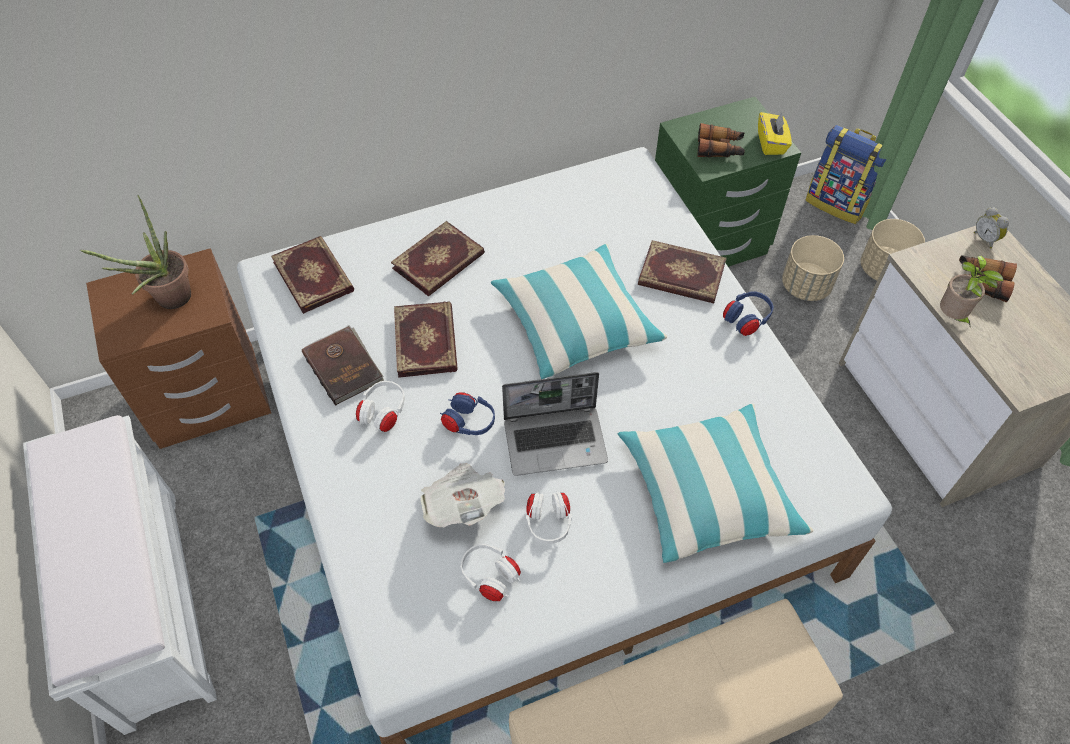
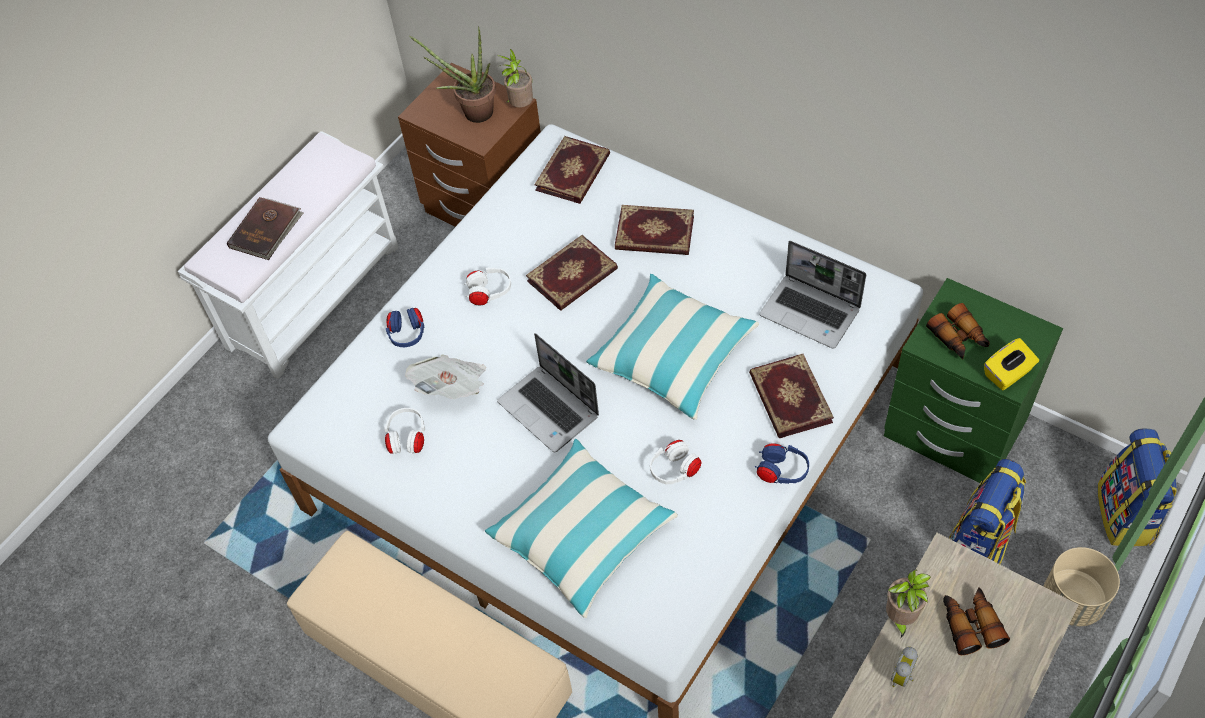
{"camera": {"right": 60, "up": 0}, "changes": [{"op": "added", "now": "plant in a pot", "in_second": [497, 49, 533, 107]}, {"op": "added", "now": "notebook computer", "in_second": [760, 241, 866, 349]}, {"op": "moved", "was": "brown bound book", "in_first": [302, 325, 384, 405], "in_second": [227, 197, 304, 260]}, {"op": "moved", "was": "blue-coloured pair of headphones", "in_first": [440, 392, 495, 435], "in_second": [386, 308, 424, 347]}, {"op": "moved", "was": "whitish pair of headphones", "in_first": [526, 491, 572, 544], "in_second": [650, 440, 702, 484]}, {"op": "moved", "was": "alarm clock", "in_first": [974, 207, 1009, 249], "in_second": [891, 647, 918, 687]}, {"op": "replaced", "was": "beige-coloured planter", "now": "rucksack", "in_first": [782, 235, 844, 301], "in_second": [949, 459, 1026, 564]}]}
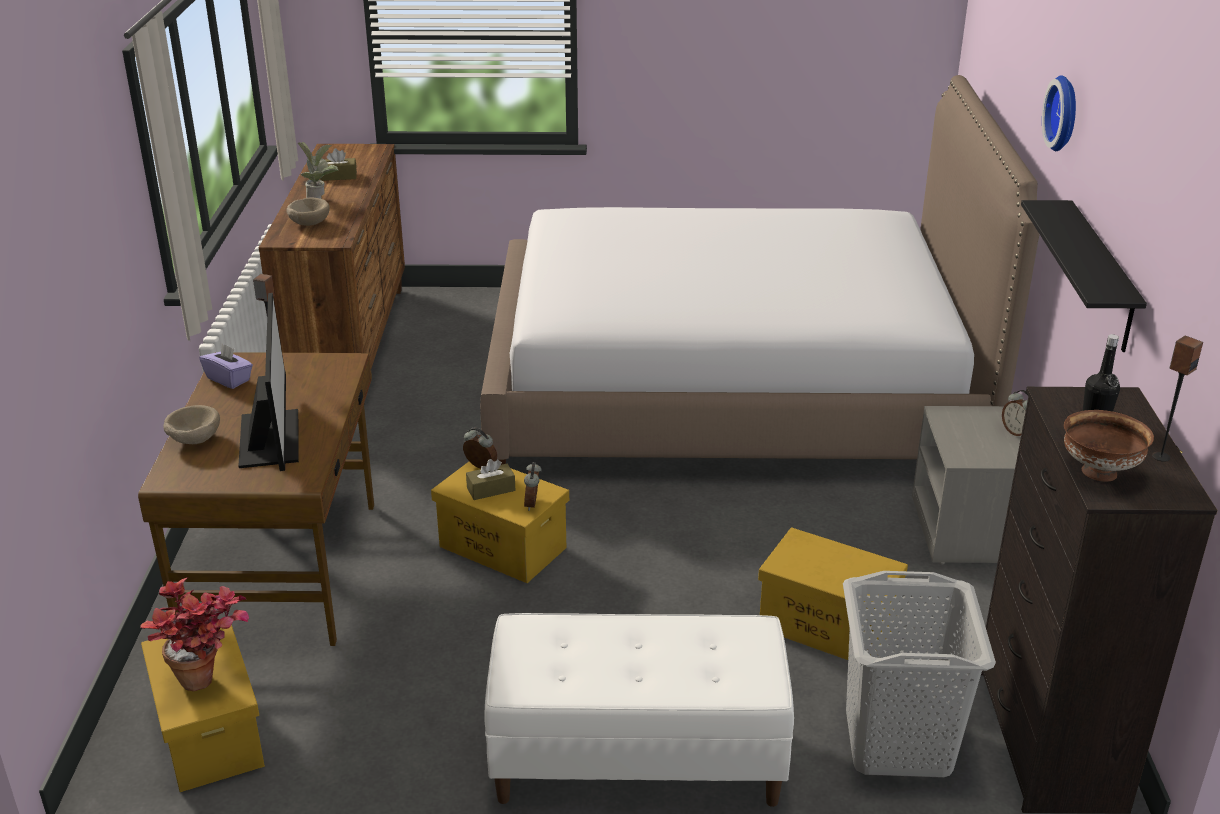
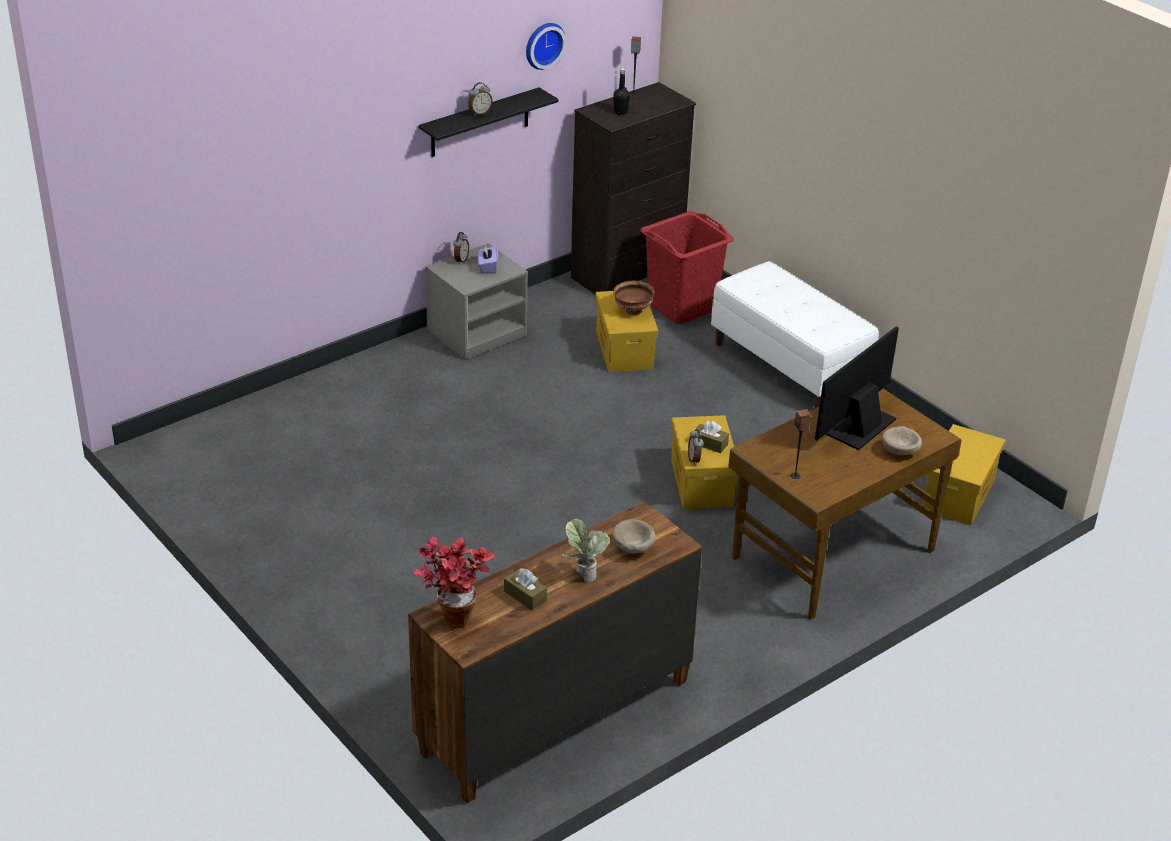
{"camera": {"right": -130, "up": 5}, "changes": [{"op": "removed", "was": "bed", "in_first": [480, 75, 1040, 465]}, {"op": "moved", "was": "plant in a pot", "in_first": [140, 577, 249, 691], "in_second": [414, 536, 495, 629]}, {"op": "moved", "was": "purple-coloured tissue holder", "in_first": [200, 343, 253, 389], "in_second": [478, 244, 498, 274]}, {"op": "moved", "was": "alarm clock", "in_first": [524, 462, 542, 511], "in_second": [468, 82, 493, 116]}, {"op": "moved", "was": "wall clock", "in_first": [1042, 75, 1076, 151], "in_second": [526, 23, 566, 70]}, {"op": "moved", "was": "brown bowl", "in_first": [1064, 410, 1154, 481], "in_second": [613, 281, 655, 315]}, {"op": "recoloured", "was": "grey laundry basket", "now": "red-coloured laundry basket", "in_first": [843, 571, 996, 778], "in_second": [640, 211, 734, 324]}]}
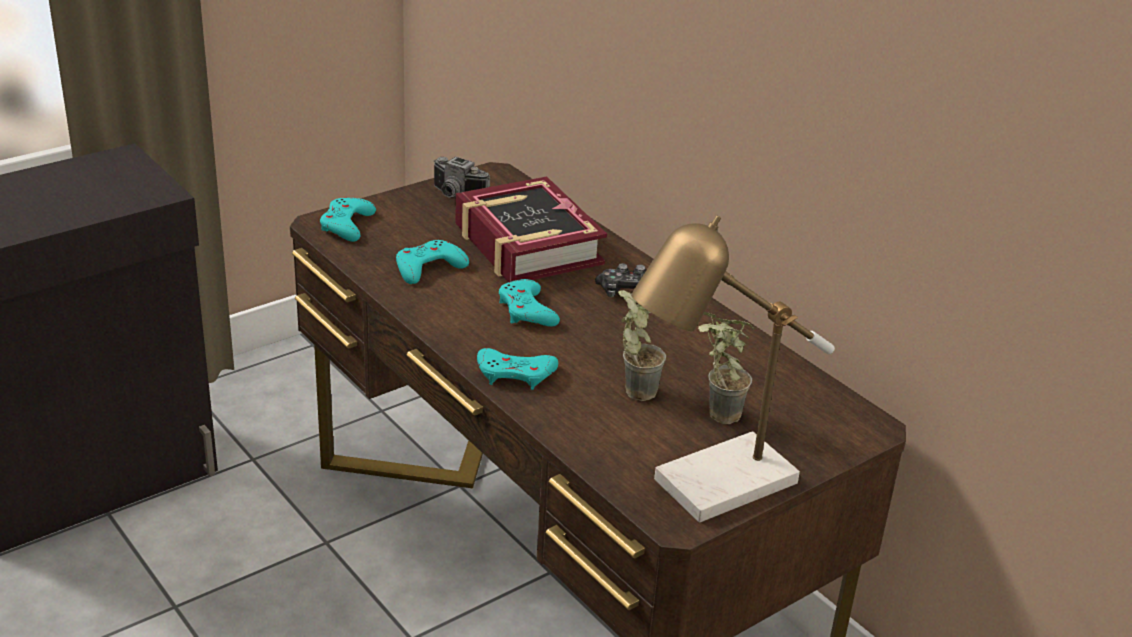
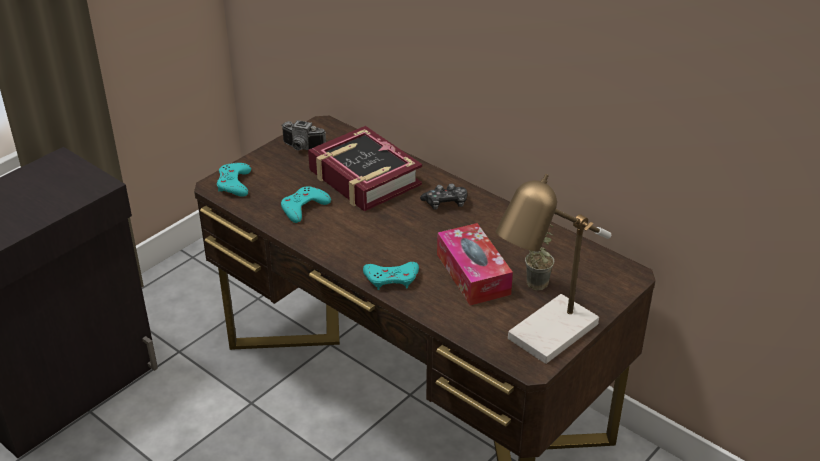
{"camera": {"right": -10, "up": 5}, "changes": [{"op": "removed", "was": "blue-green joypad", "in_first": [499, 279, 560, 327]}, {"op": "replaced", "was": "plant in a pot", "now": "tissue holder", "in_first": [618, 290, 666, 401], "in_second": [437, 223, 513, 305]}]}
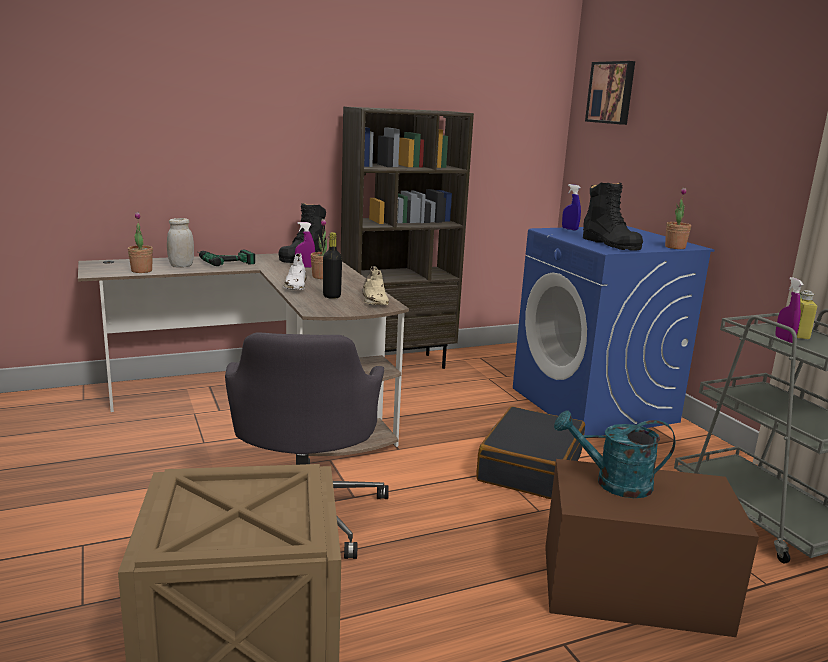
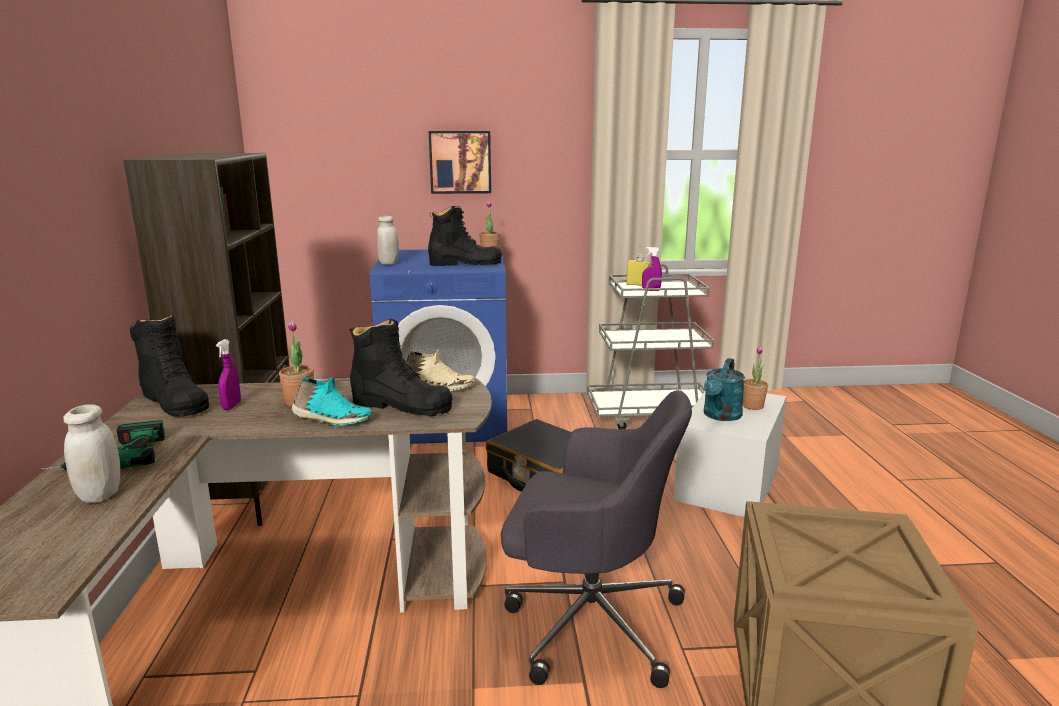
{"camera": {"right": -70, "up": 0}, "changes": [{"op": "moved", "was": "plant in a pot", "in_first": [128, 212, 153, 273], "in_second": [743, 347, 768, 410]}, {"op": "moved", "was": "wall art", "in_first": [585, 61, 635, 125], "in_second": [429, 131, 491, 194]}, {"op": "replaced", "was": "blackish bottle", "now": "blackish tall boot", "in_first": [323, 232, 342, 299], "in_second": [350, 319, 452, 416]}, {"op": "replaced", "was": "blue-coloured sprayer", "now": "whitish jar", "in_first": [562, 184, 581, 231], "in_second": [377, 216, 399, 265]}, {"op": "recoloured", "was": "whitish item of footwear", "now": "blue-green item of footwear", "in_first": [283, 253, 306, 290], "in_second": [290, 377, 372, 425]}, {"op": "recoloured", "was": "brown storage bin", "now": "whitish storage bin", "in_first": [545, 459, 759, 637], "in_second": [673, 391, 787, 517]}]}
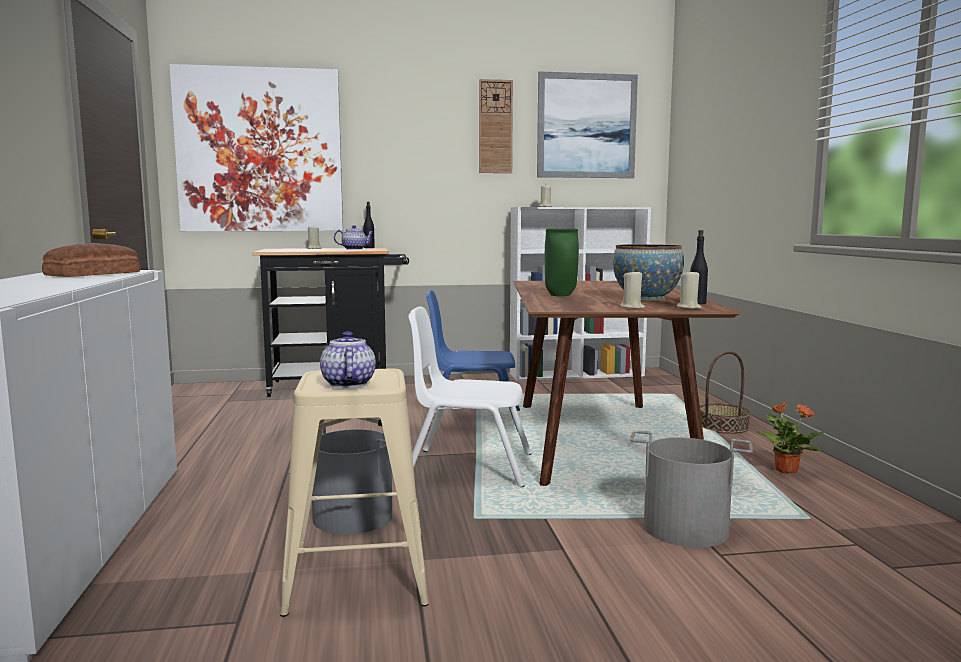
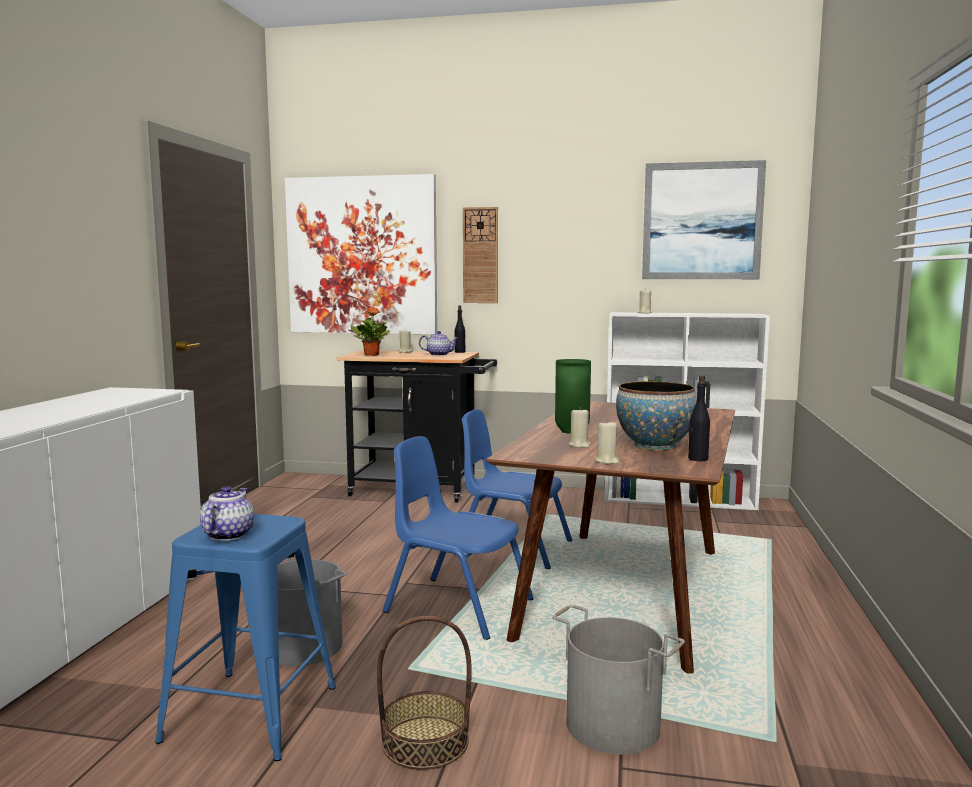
{"camera": {"right": 20, "up": 0}, "changes": [{"op": "removed", "was": "bakery bread", "in_first": [42, 243, 141, 277]}, {"op": "moved", "was": "wall clock", "in_first": [479, 79, 513, 173], "in_second": [463, 207, 498, 303]}, {"op": "moved", "was": "beige-coloured wax light", "in_first": [677, 270, 702, 309], "in_second": [569, 407, 591, 448]}, {"op": "moved", "was": "storage basket", "in_first": [700, 351, 750, 434], "in_second": [377, 616, 472, 770]}, {"op": "moved", "was": "plant in a pot", "in_first": [756, 402, 824, 474], "in_second": [351, 307, 390, 356]}, {"op": "recoloured", "was": "beige-coloured stool seat", "now": "blue-coloured stool seat", "in_first": [280, 369, 429, 617], "in_second": [155, 514, 336, 761]}, {"op": "recoloured", "was": "whitish plain chair", "now": "blue-coloured plain chair", "in_first": [408, 306, 532, 487], "in_second": [383, 436, 534, 640]}]}
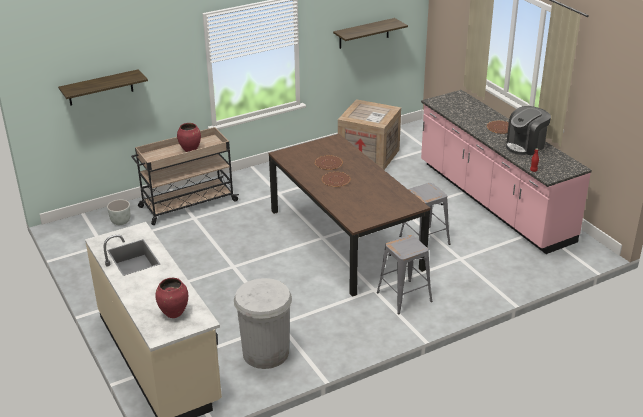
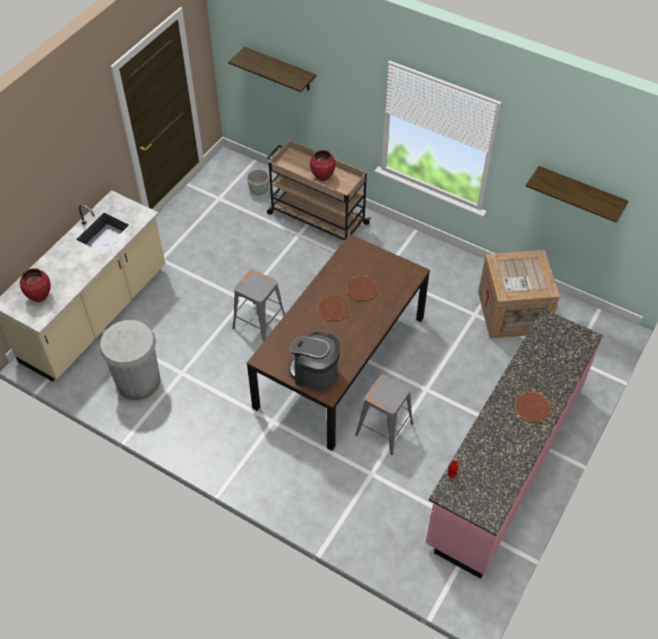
{"camera": {"right": 60, "up": 20}, "changes": [{"op": "moved", "was": "grey stool seat", "in_first": [377, 235, 433, 314], "in_second": [232, 269, 285, 342]}, {"op": "moved", "was": "coffee maker", "in_first": [506, 106, 551, 155], "in_second": [289, 332, 340, 390]}]}
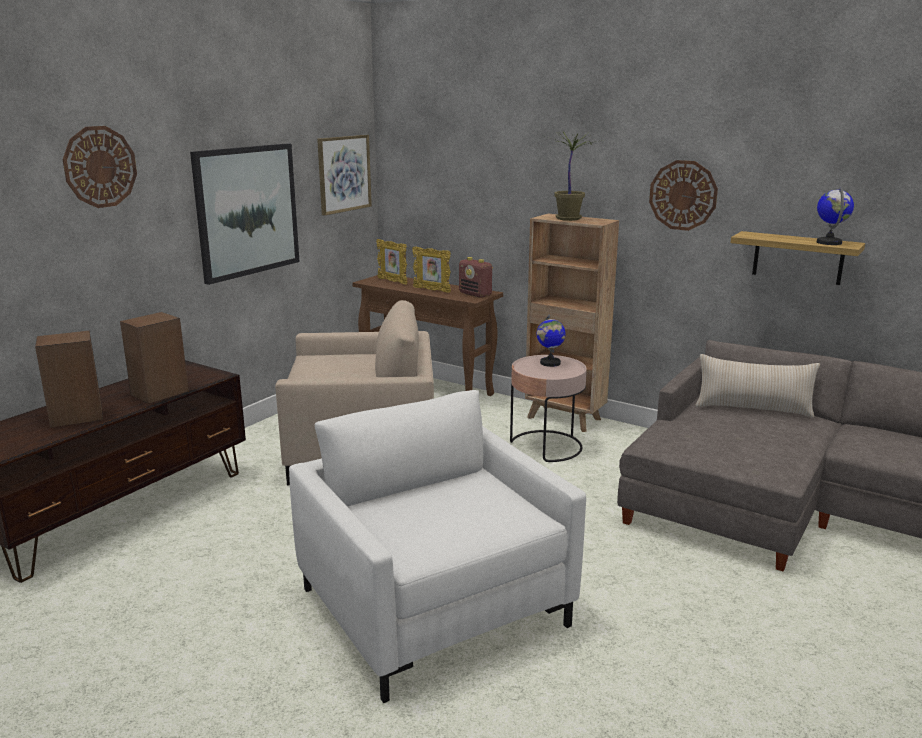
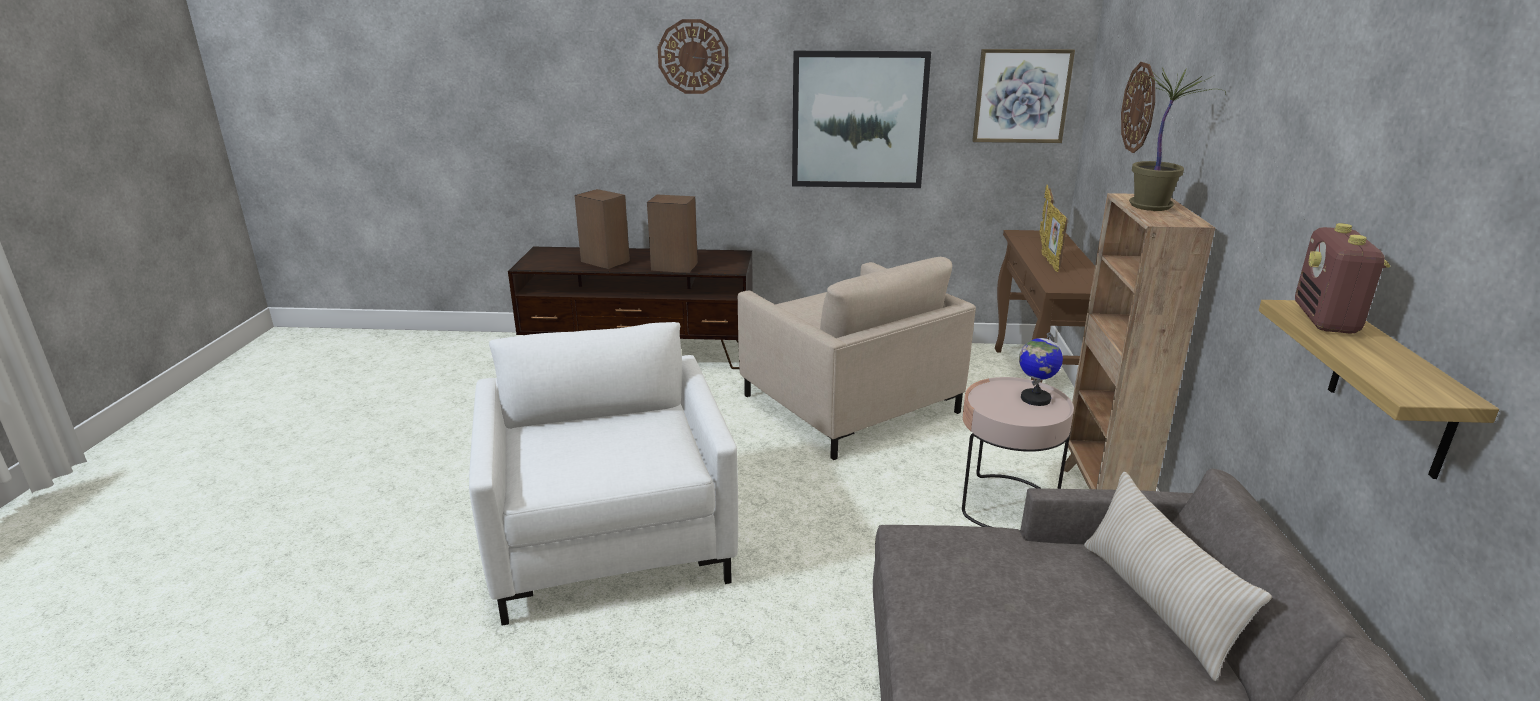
{"camera": {"right": 60, "up": 5}, "changes": [{"op": "removed", "was": "globe", "in_first": [817, 186, 854, 245]}, {"op": "moved", "was": "radio", "in_first": [459, 257, 493, 298], "in_second": [1295, 223, 1390, 334]}, {"op": "moved", "was": "wall clock", "in_first": [649, 160, 718, 231], "in_second": [1121, 62, 1155, 153]}, {"op": "turned", "was": "whitish armchair", "in_first": [289, 390, 586, 703], "in_second": [469, 322, 738, 626], "clockwise": -45}]}
